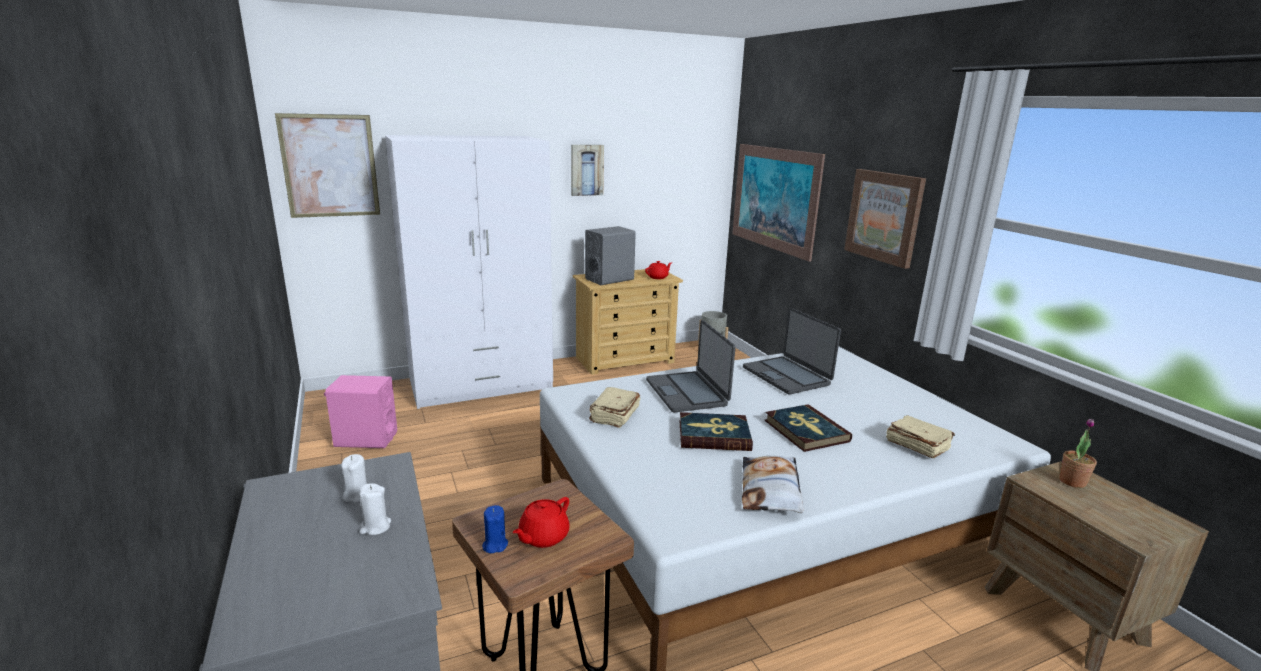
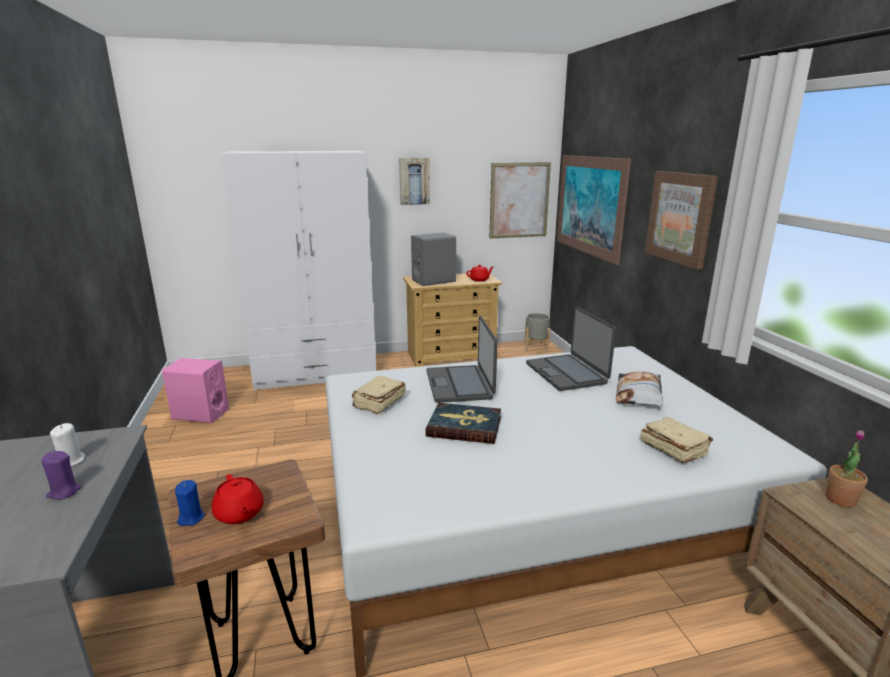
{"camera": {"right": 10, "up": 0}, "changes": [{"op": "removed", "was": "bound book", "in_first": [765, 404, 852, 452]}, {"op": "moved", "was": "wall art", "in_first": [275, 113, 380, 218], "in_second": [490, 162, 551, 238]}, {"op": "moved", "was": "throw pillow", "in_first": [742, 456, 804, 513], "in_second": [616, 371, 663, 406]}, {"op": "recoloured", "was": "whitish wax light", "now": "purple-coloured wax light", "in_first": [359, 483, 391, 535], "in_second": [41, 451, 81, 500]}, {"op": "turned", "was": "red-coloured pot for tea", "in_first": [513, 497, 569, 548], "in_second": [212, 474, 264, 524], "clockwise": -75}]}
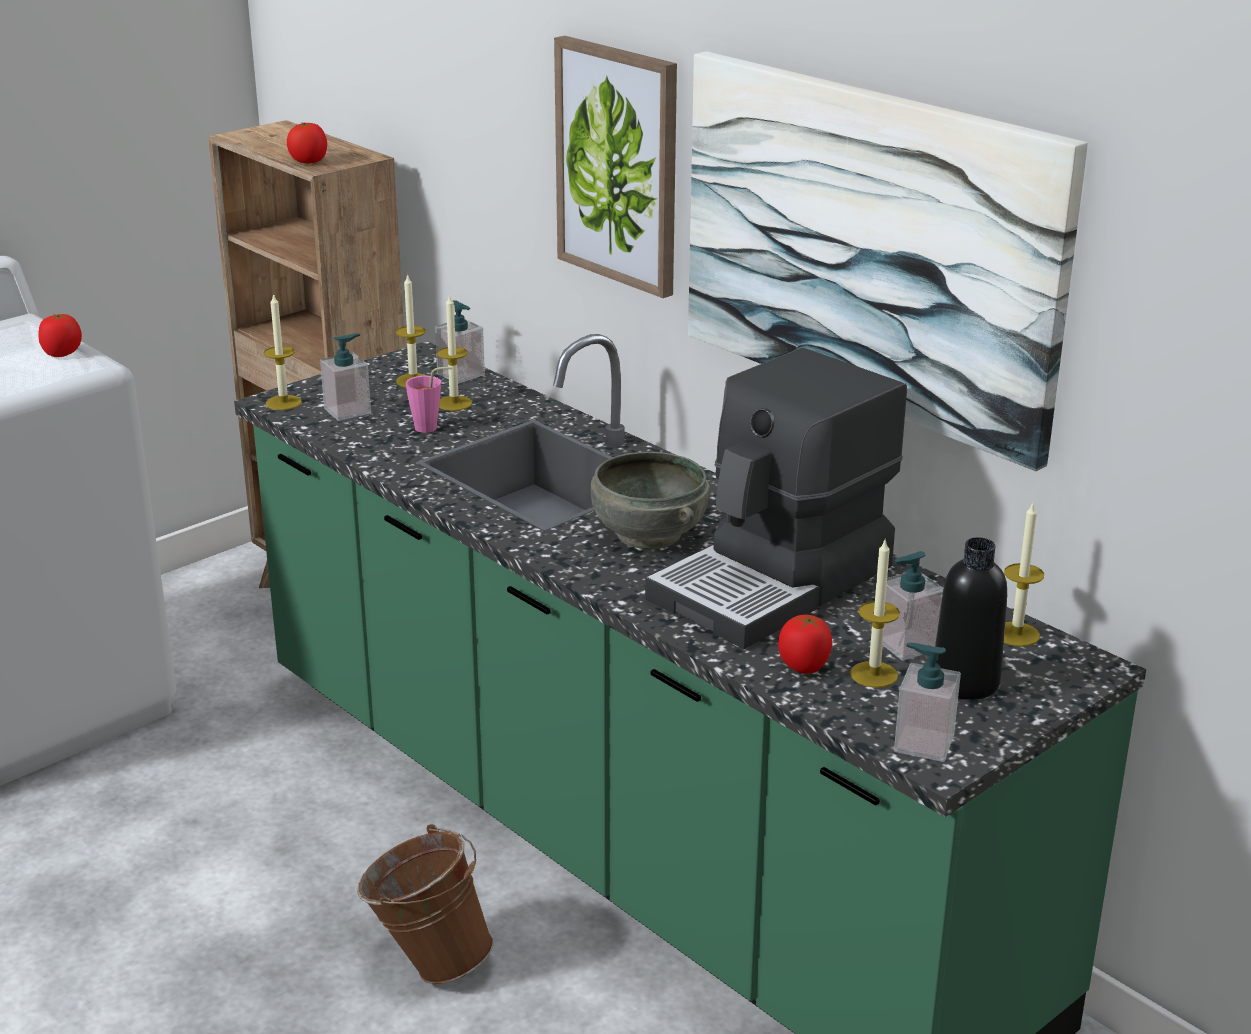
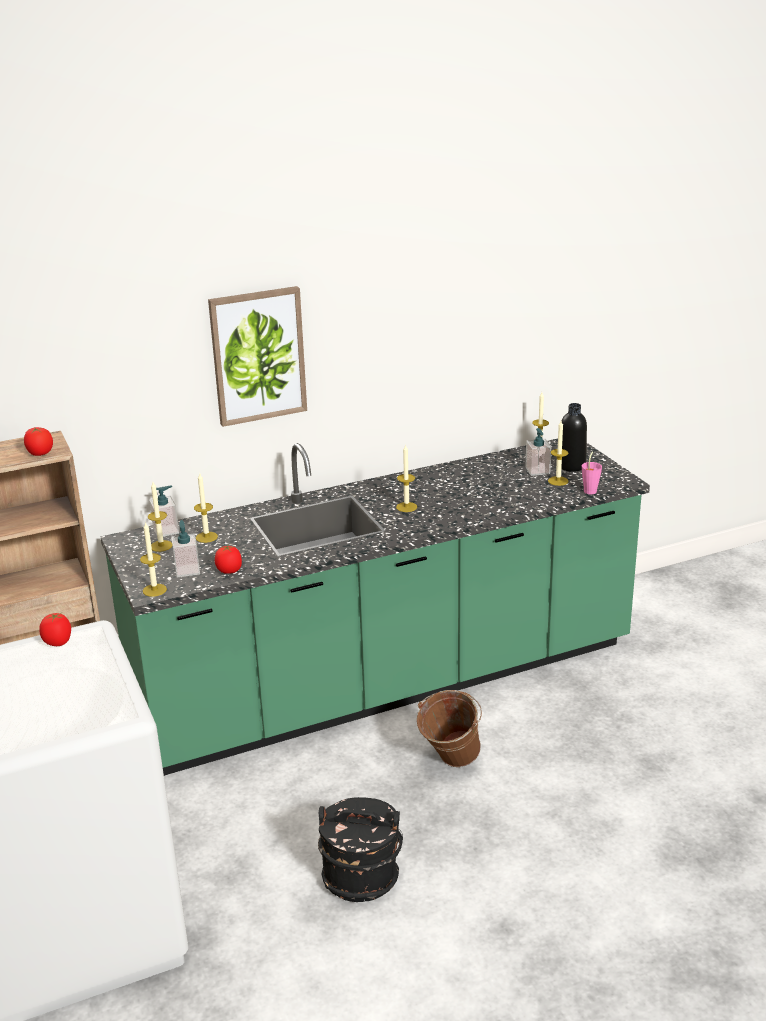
{"camera": {"right": -70, "up": 0}, "changes": [{"op": "removed", "was": "coffee maker", "in_first": [645, 348, 907, 649]}, {"op": "removed", "was": "wall art", "in_first": [688, 51, 1088, 471]}, {"op": "removed", "was": "liquid soap bottle", "in_first": [894, 643, 961, 762]}, {"op": "added", "now": "blackish pail", "in_second": [318, 797, 403, 902]}, {"op": "moved", "was": "pinkish cup", "in_first": [406, 367, 453, 433], "in_second": [582, 452, 602, 494]}, {"op": "moved", "was": "fresh tomato", "in_first": [778, 615, 832, 674], "in_second": [215, 546, 242, 574]}, {"op": "replaced", "was": "grey bowl", "now": "wax light", "in_first": [591, 452, 710, 549], "in_second": [396, 444, 417, 512]}]}
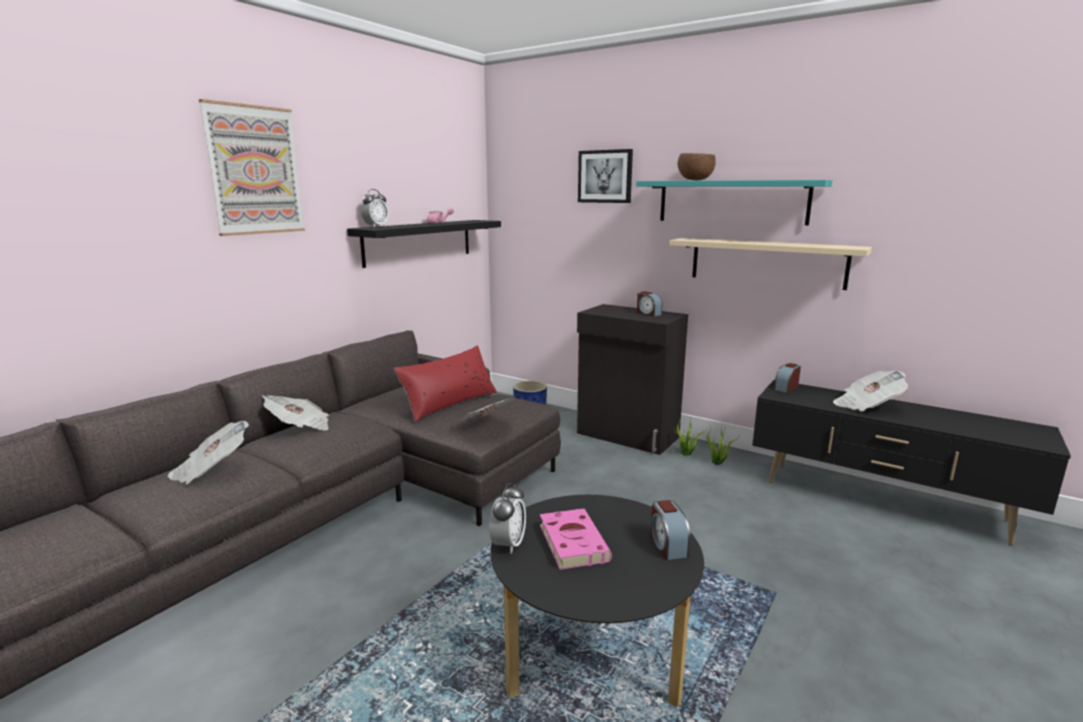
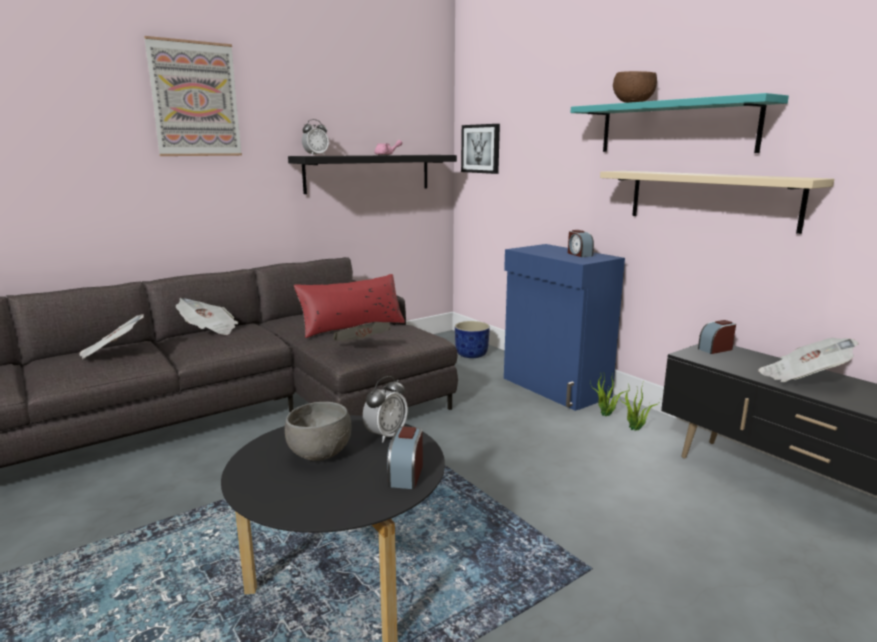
{"camera": {"right": 20, "up": 0}, "changes": [{"op": "moved", "was": "alarm clock", "in_first": [489, 483, 526, 554], "in_second": [363, 376, 408, 442]}, {"op": "moved", "was": "wall art", "in_first": [578, 149, 633, 203], "in_second": [461, 124, 500, 174]}, {"op": "replaced", "was": "pinkish bound book", "now": "grey bowl", "in_first": [540, 509, 612, 570], "in_second": [285, 402, 352, 461]}, {"op": "recoloured", "was": "blackish storage cabinet", "now": "blue-coloured storage cabinet", "in_first": [577, 304, 688, 455], "in_second": [504, 244, 625, 411]}]}
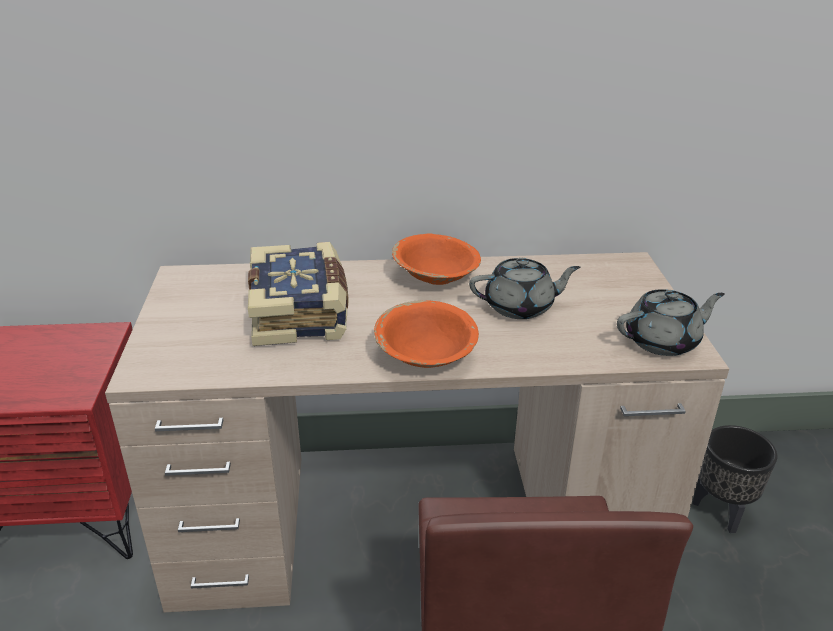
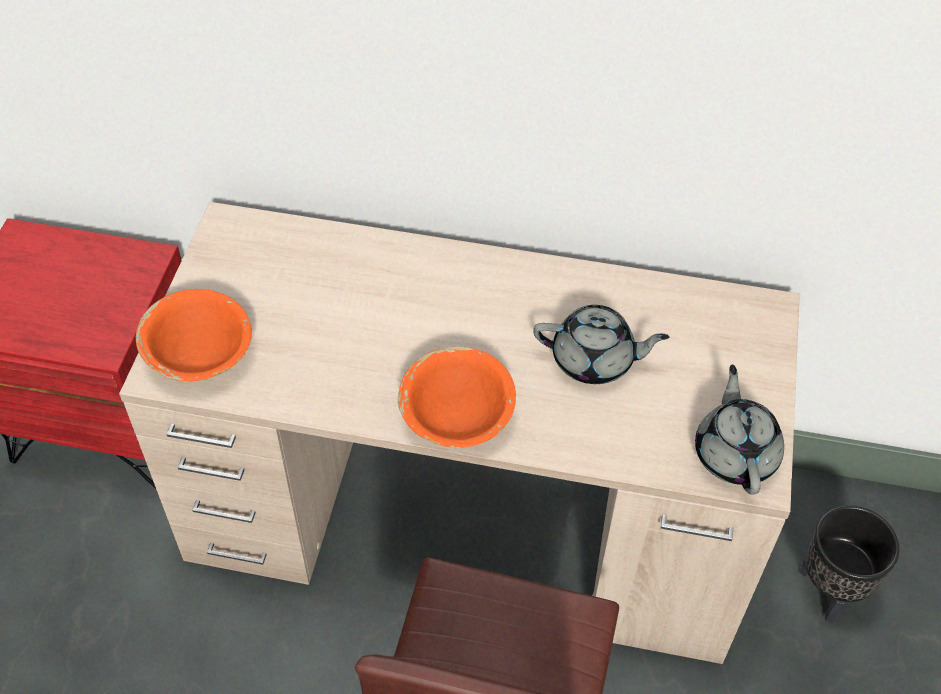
{"camera": {"right": 15, "up": 20}, "changes": [{"op": "removed", "was": "bound book", "in_first": [248, 242, 349, 346]}, {"op": "moved", "was": "orange bowl", "in_first": [392, 233, 481, 285], "in_second": [136, 289, 252, 381]}, {"op": "turned", "was": "grey pot for tea", "in_first": [617, 289, 725, 356], "in_second": [695, 365, 784, 494], "clockwise": -90}]}
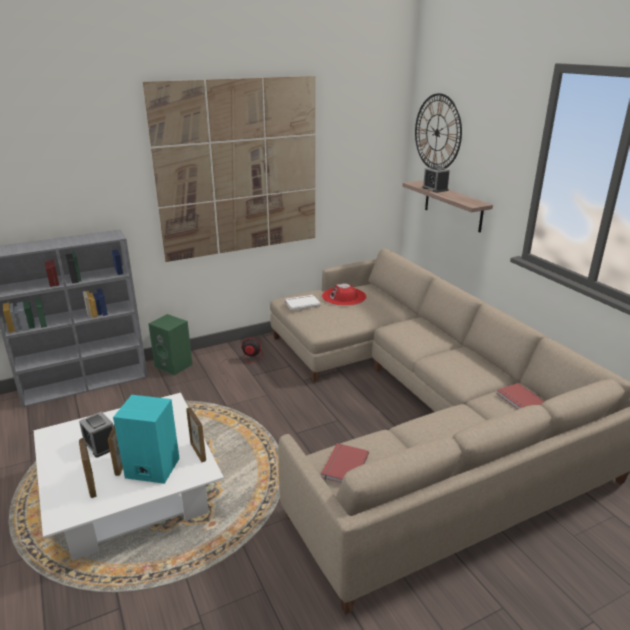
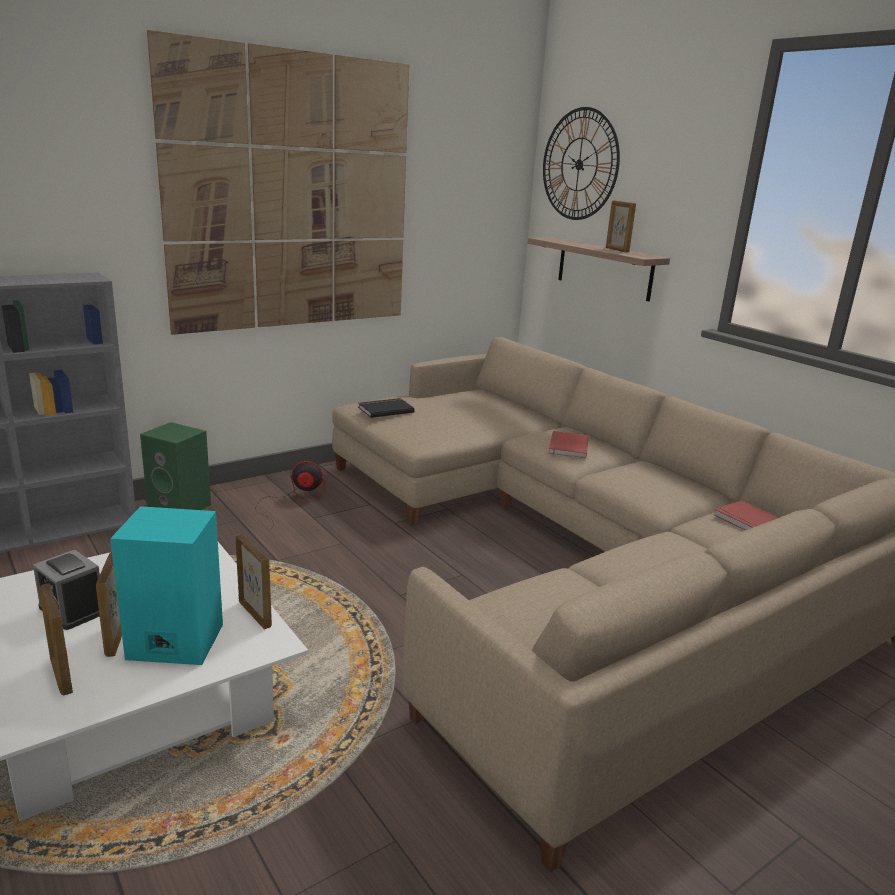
{"camera": {"right": -10, "up": -5}, "changes": [{"op": "removed", "was": "red-coloured hat", "in_first": [322, 283, 366, 306]}, {"op": "removed", "was": "alarm clock", "in_first": [422, 166, 450, 193]}, {"op": "added", "now": "photo frame", "in_second": [606, 200, 636, 252]}, {"op": "moved", "was": "red-coloured bound book", "in_first": [321, 443, 369, 483], "in_second": [548, 431, 588, 458]}, {"op": "recoloured", "was": "whitish bound book", "now": "blackish bound book", "in_first": [285, 295, 320, 310], "in_second": [358, 398, 415, 418]}]}
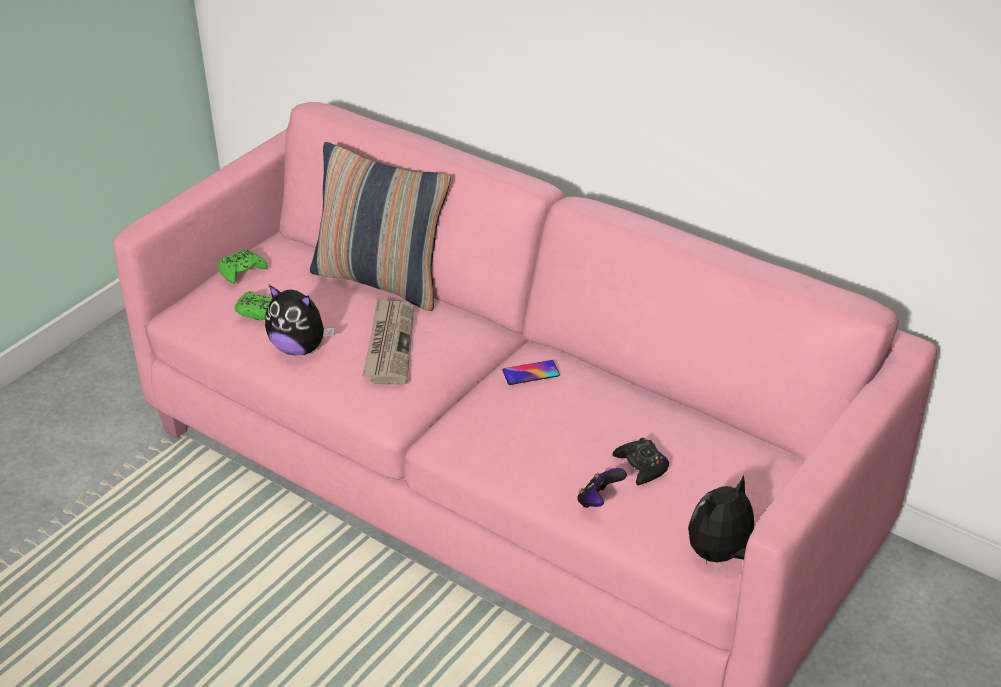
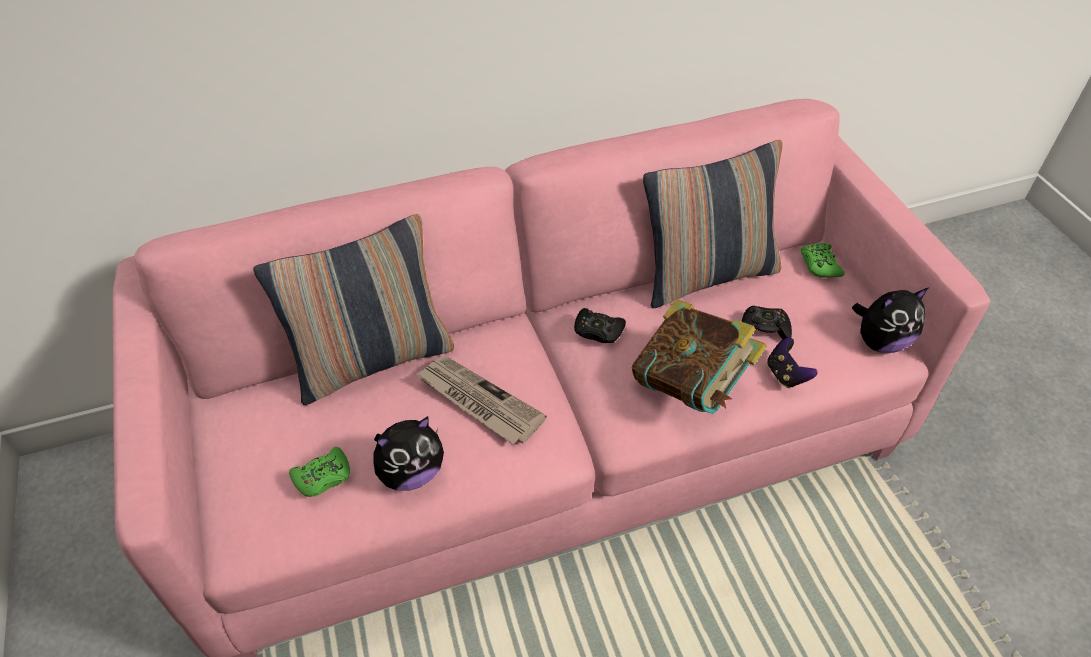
{"camera": {"right": -55, "up": 10}, "changes": [{"op": "added", "now": "bound book", "in_second": [632, 299, 767, 414]}, {"op": "added", "now": "throw pillow", "in_second": [643, 140, 783, 308]}, {"op": "moved", "was": "green joypad", "in_first": [218, 249, 268, 284], "in_second": [801, 243, 845, 278]}, {"op": "replaced", "was": "phone", "now": "blackish joypad", "in_first": [502, 360, 560, 385], "in_second": [574, 308, 626, 343]}, {"op": "turned", "was": "cuddly toy", "in_first": [688, 475, 754, 563], "in_second": [852, 288, 928, 353], "clockwise": -105}]}
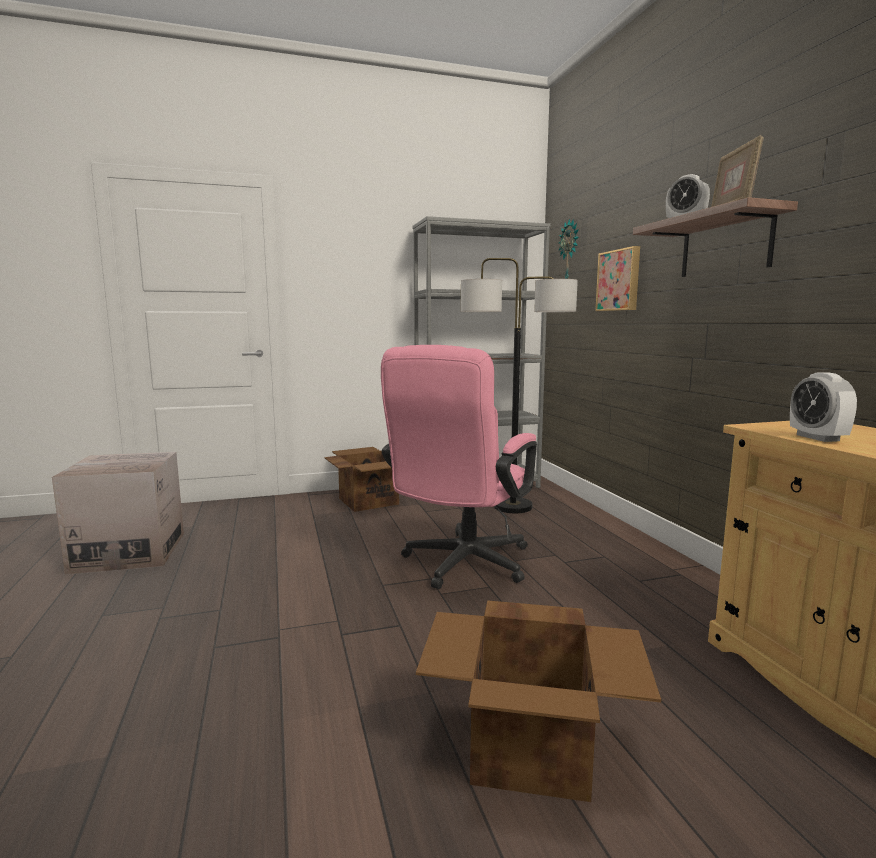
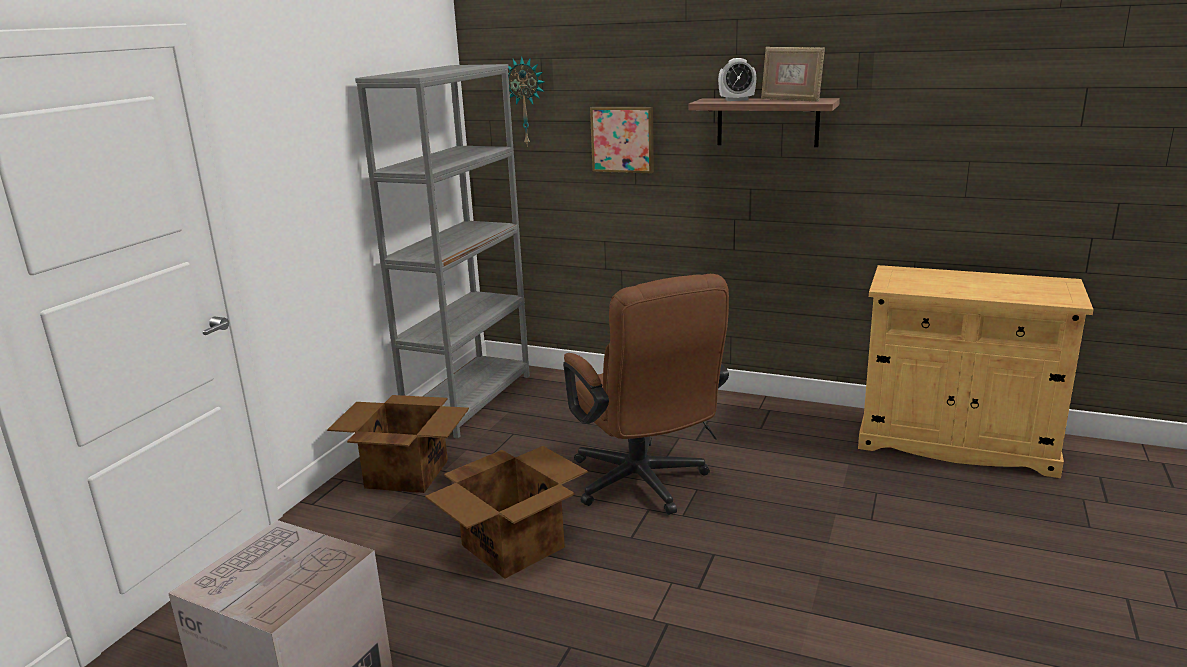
{"camera": {"right": -50, "up": 10}, "changes": [{"op": "removed", "was": "standing lamp", "in_first": [461, 258, 578, 513]}, {"op": "removed", "was": "alarm clock", "in_first": [790, 372, 857, 442]}, {"op": "moved", "was": "carton", "in_first": [416, 600, 661, 802], "in_second": [425, 446, 588, 579]}, {"op": "recoloured", "was": "pinkish office chair", "now": "brown office chair", "in_first": [381, 345, 537, 589], "in_second": [563, 274, 729, 515]}]}
